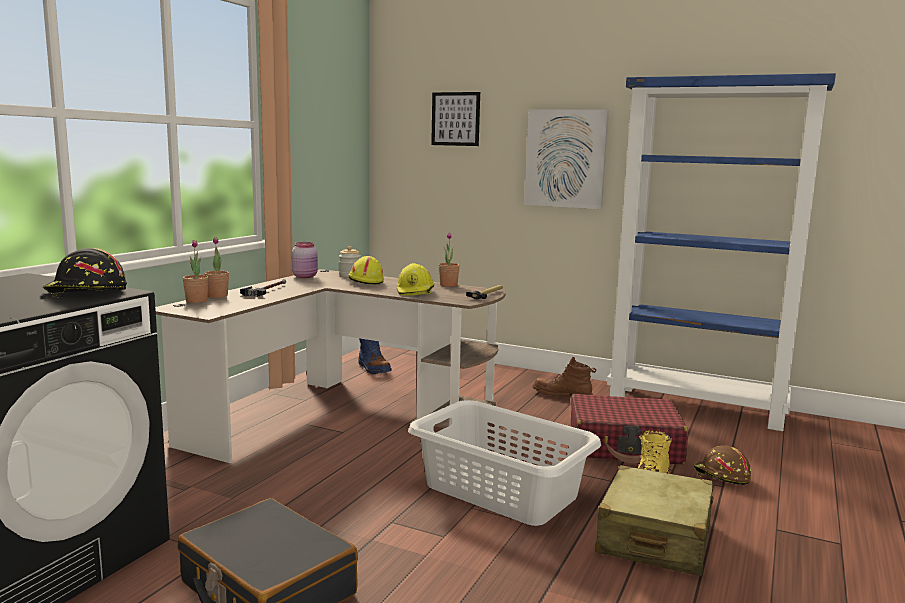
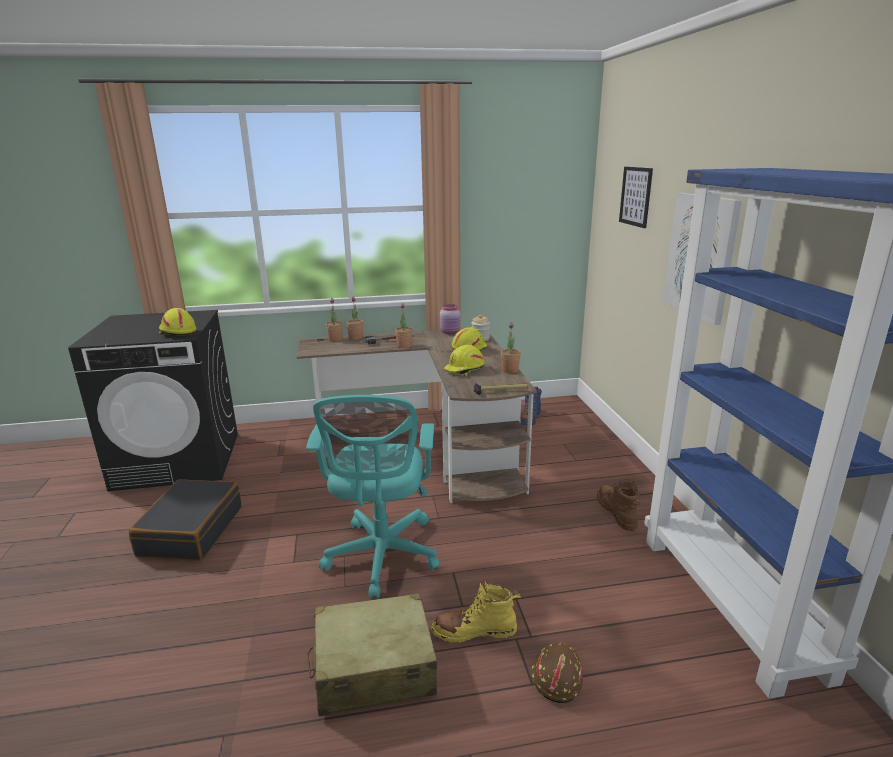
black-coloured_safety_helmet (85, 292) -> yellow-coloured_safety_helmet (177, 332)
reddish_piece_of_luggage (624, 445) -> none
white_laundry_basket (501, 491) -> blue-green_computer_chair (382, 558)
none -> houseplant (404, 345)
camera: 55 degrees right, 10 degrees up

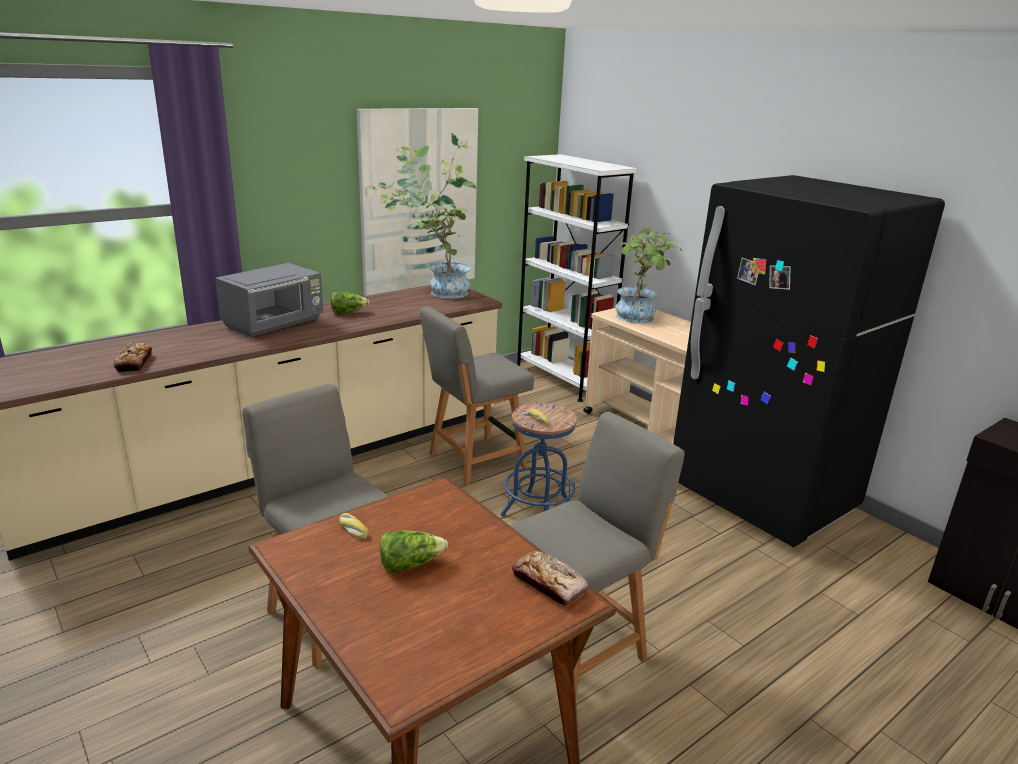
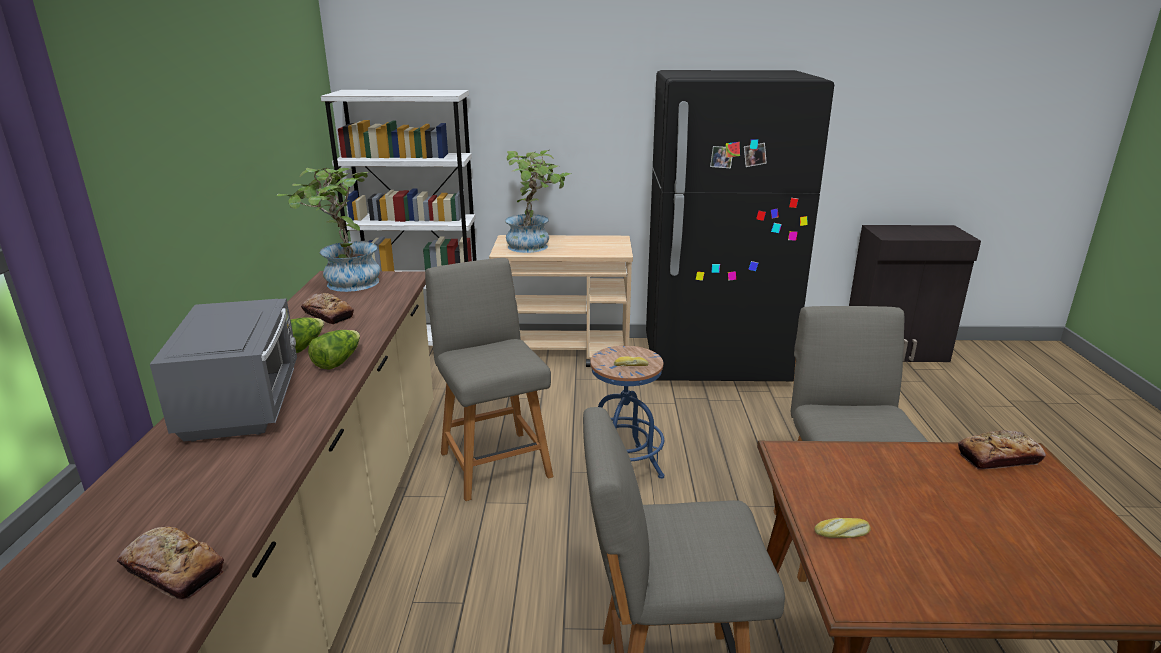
wall_art (419, 201) -> none
greyish_chair (474, 461) -> greyish_chair (494, 462), 150 degrees clockwise
lettuce (410, 564) -> lettuce (338, 361), move
none -> baked_bread (328, 315)
camera: 50 degrees left, 0 degrees up

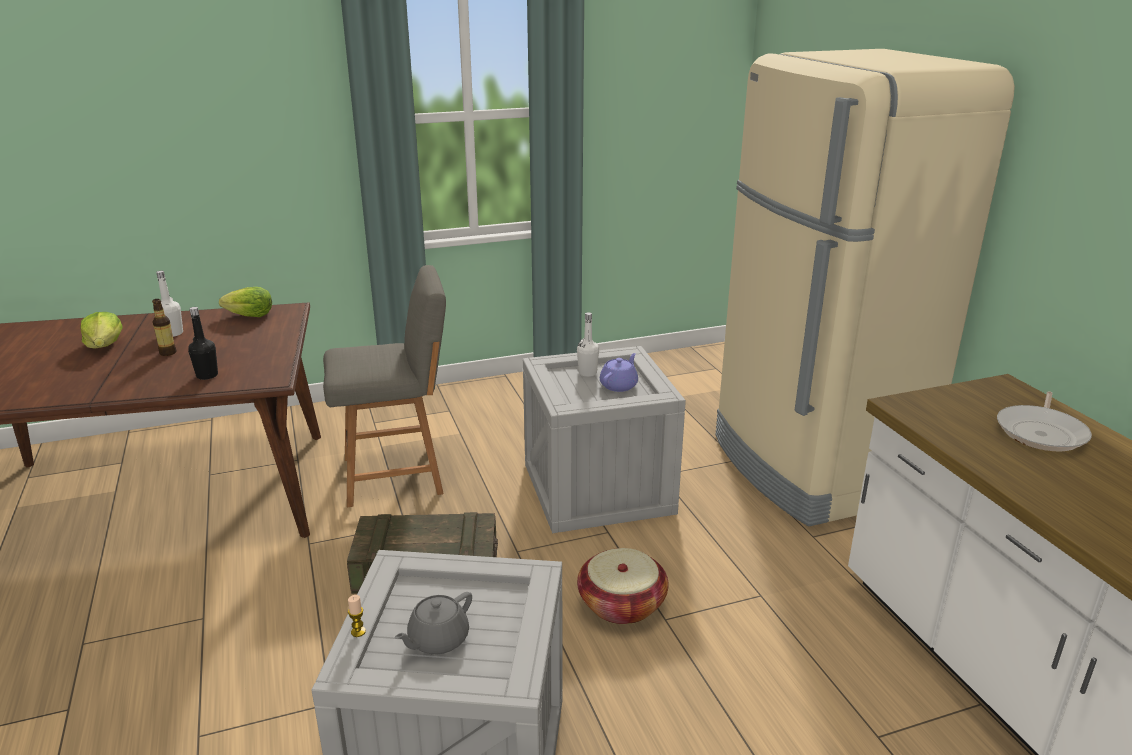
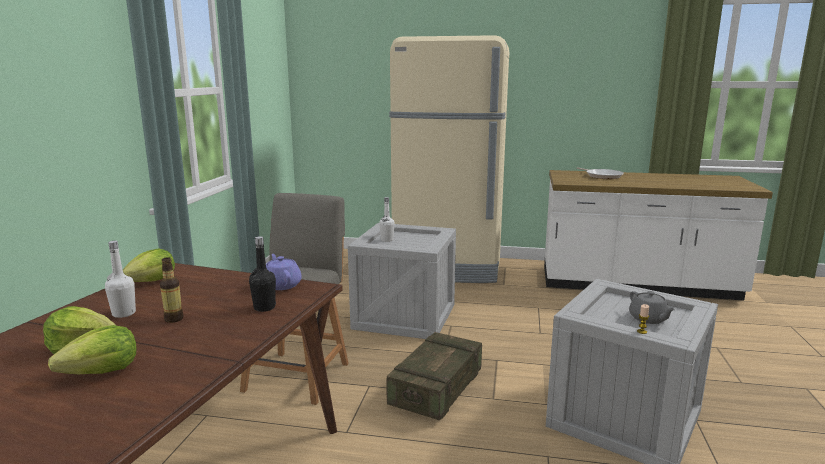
purple-coloured_tea_pot (619, 385) -> purple-coloured_tea_pot (282, 285), move
storage_basket (622, 604) -> none
none -> lettuce (102, 372)
camera: 60 degrees left, 10 degrees down

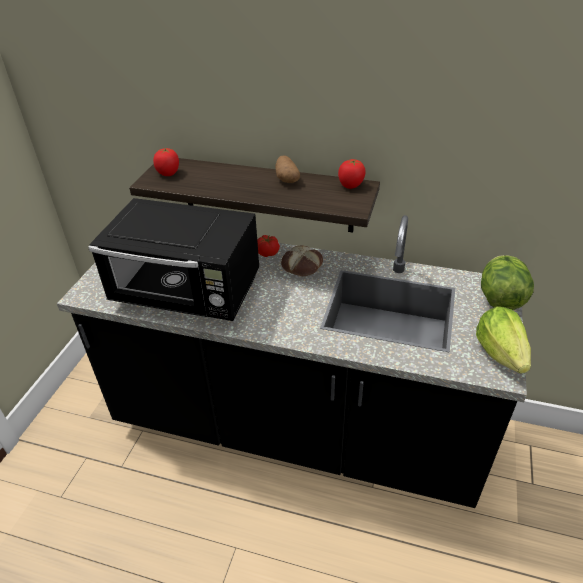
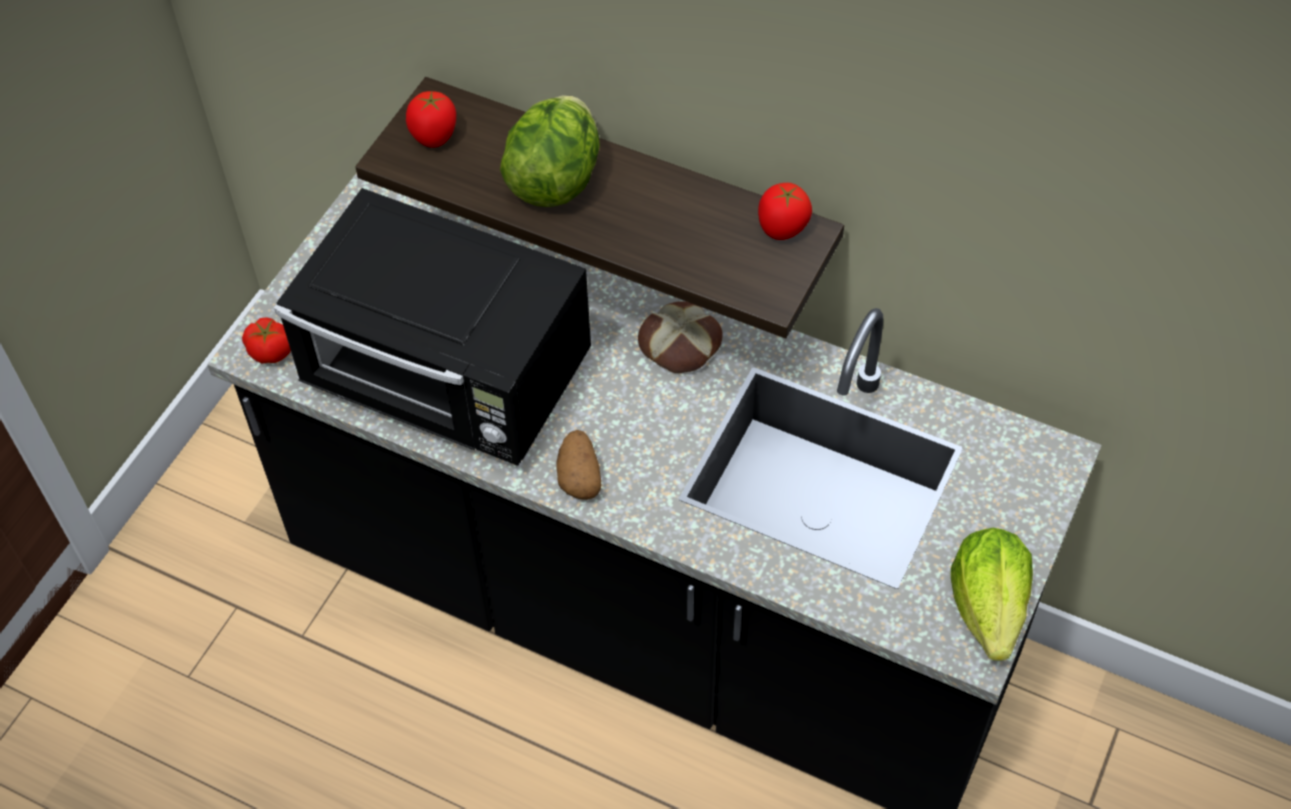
spud (286, 179) -> spud (579, 476), move
tomato (267, 253) -> tomato (271, 352), move
lettuce (500, 299) -> lettuce (554, 180), move
camera: 10 degrees right, 15 degrees up

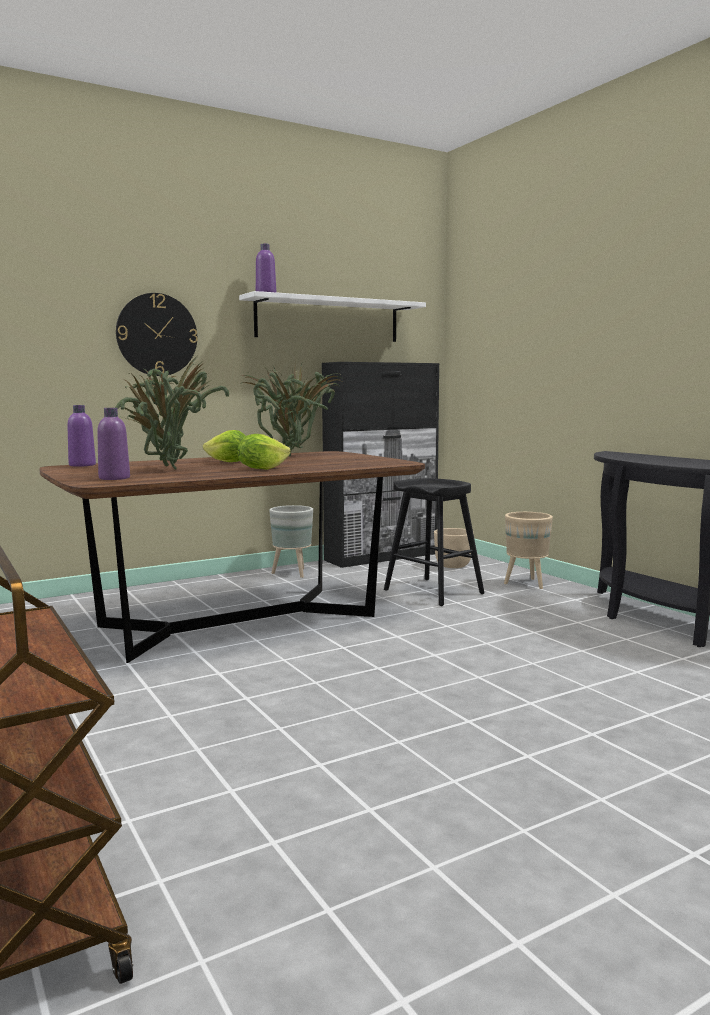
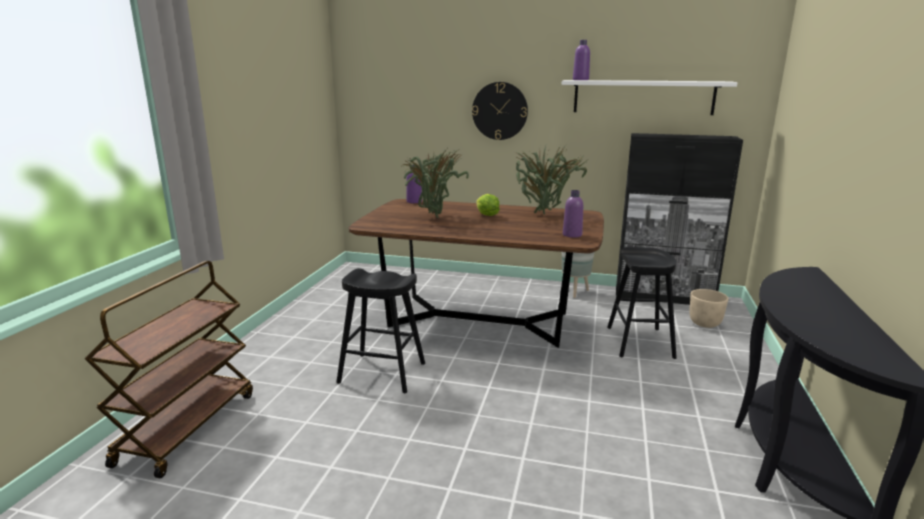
purple-coloured_bottle (114, 478) -> purple-coloured_bottle (572, 235), move
lettuce (261, 469) -> none
sand-coloured_flower_pot (527, 584) -> none
none -> black-coloured_stool (382, 373)
camera: 45 degrees right, 10 degrees up

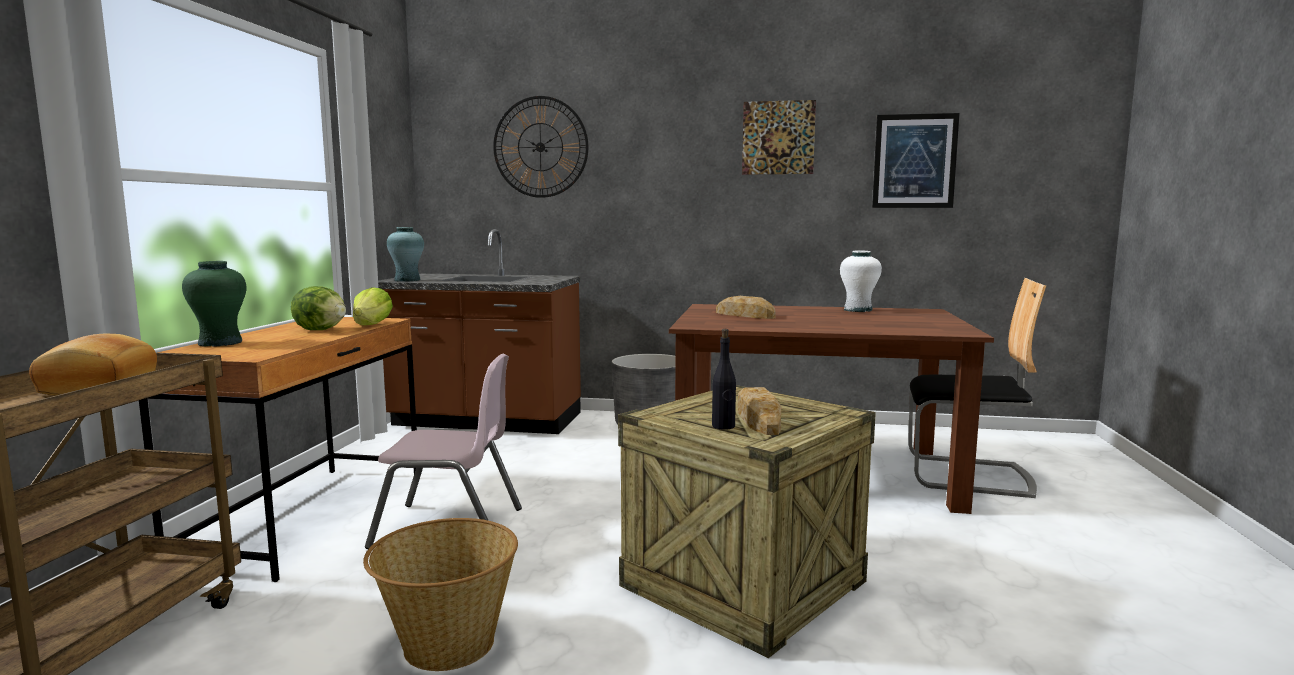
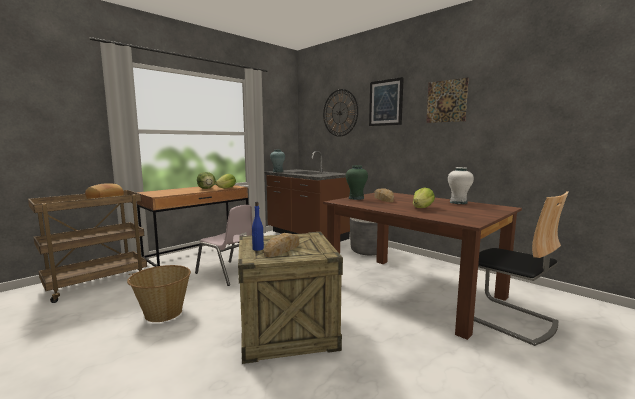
wall_art (914, 161) -> wall_art (386, 103), move
green_vase (220, 343) -> green_vase (356, 198), move
black-coloured_bottle (723, 426) -> blue_bottle (258, 249)
none -> lettuce (422, 208)
camera: 35 degrees right, 0 degrees up

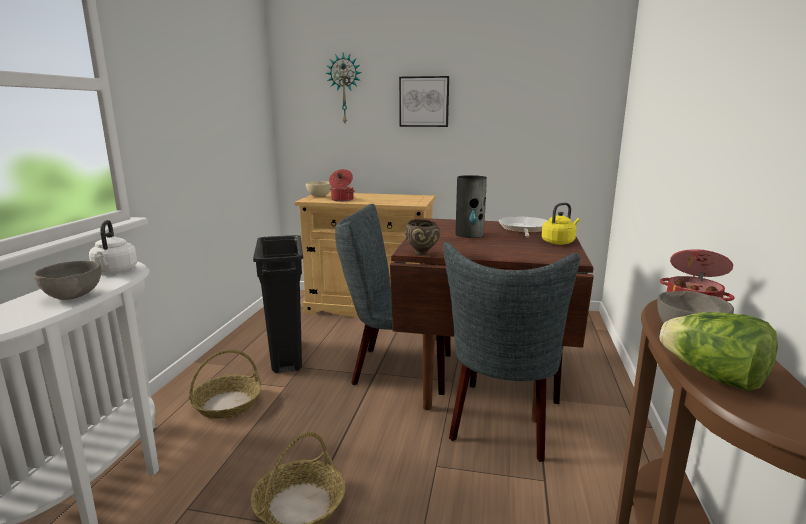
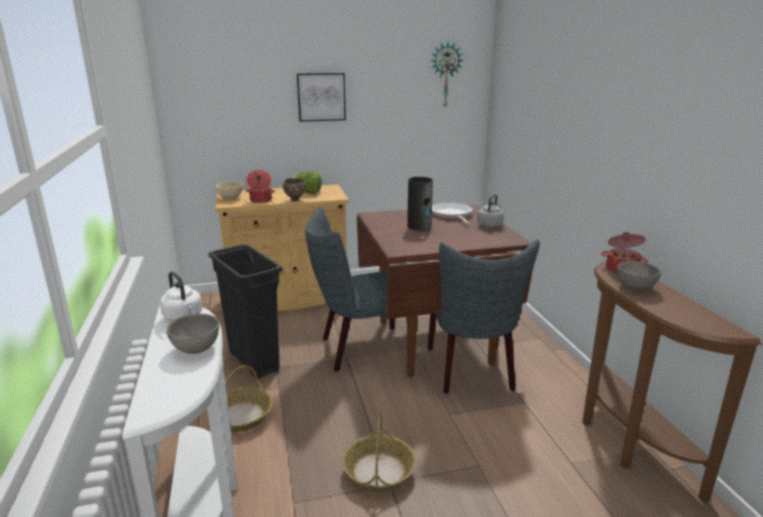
wall_clock (344, 89) -> wall_clock (445, 75), move
yellow-coloured_kettle (559, 242) -> greyish_kettle (490, 225)
brown-coloured_deep_dish (422, 254) -> brown-coloured_deep_dish (295, 200), move
lettuce (713, 377) -> lettuce (307, 192), move
camera: 25 degrees left, 5 degrees up

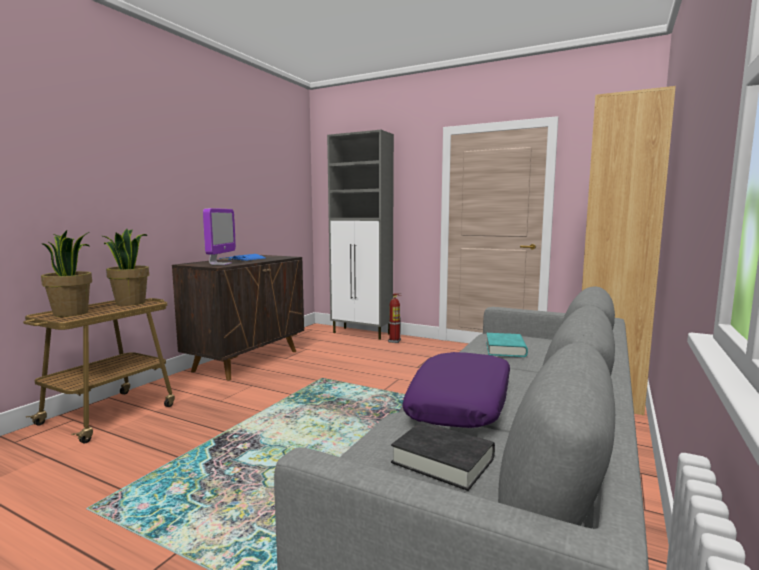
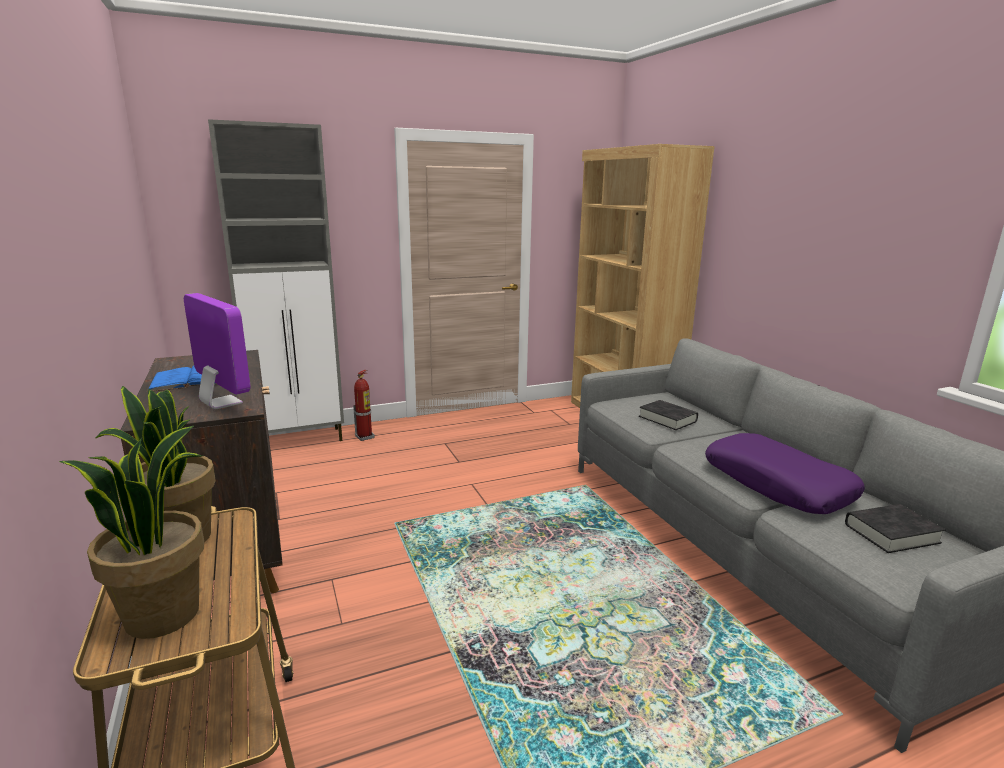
blue-green_bound_book (505, 349) -> black-coloured_bound_book (667, 419)
camera: 50 degrees left, 10 degrees up

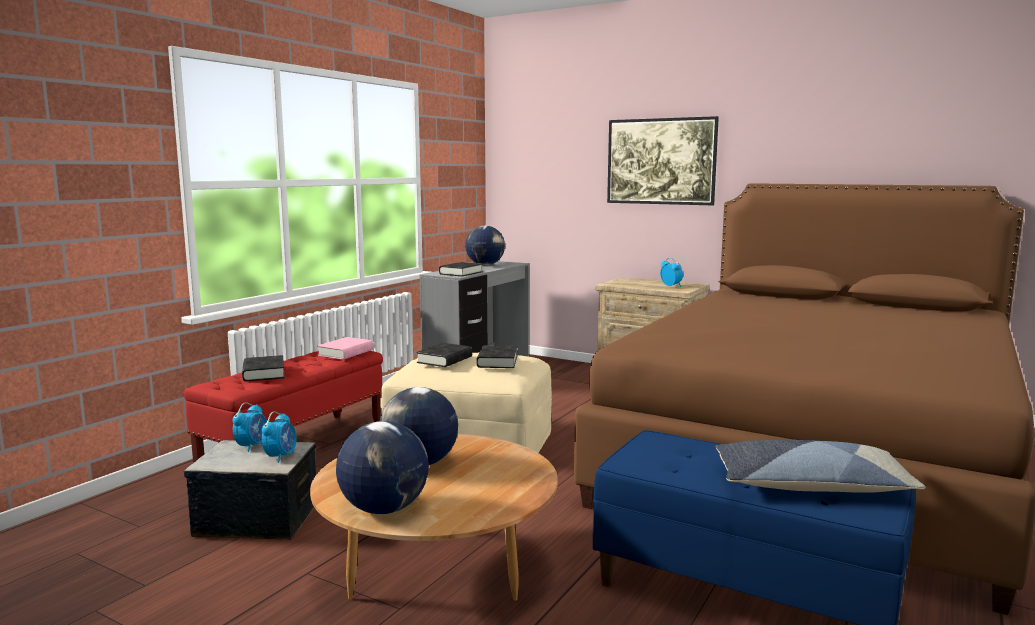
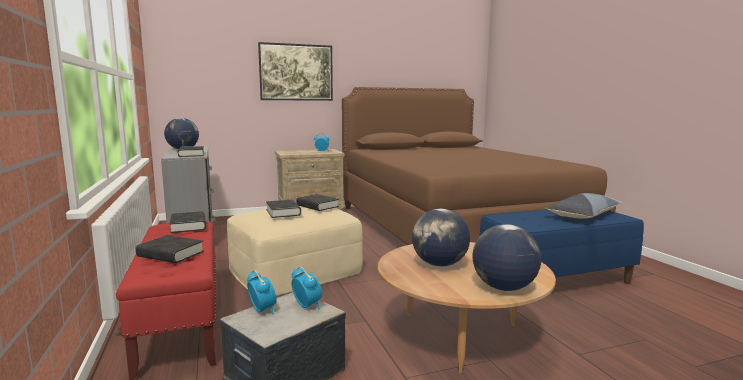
pinkish_bound_book (345, 353) -> black-coloured_bound_book (188, 226)
camera: 50 degrees left, 0 degrees up

